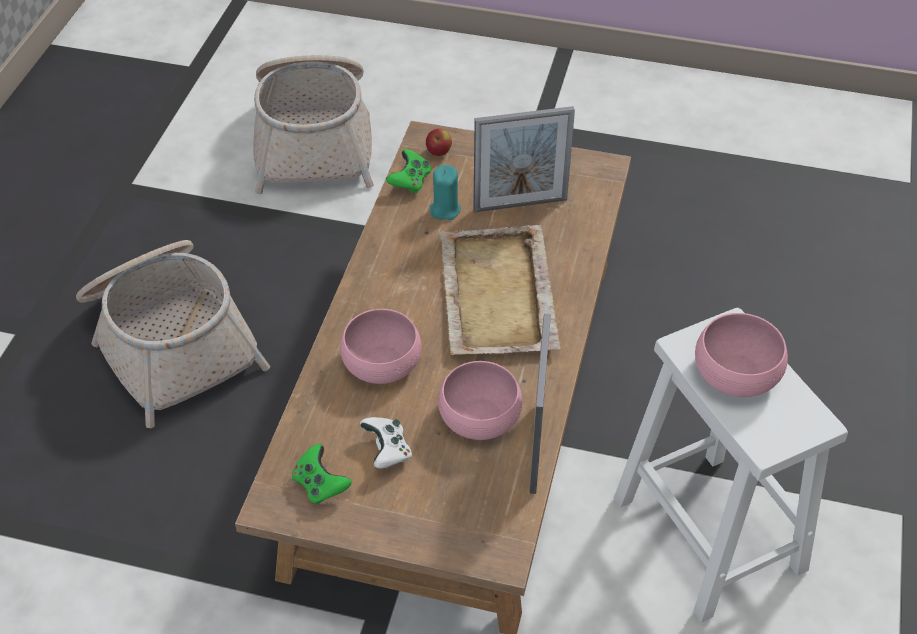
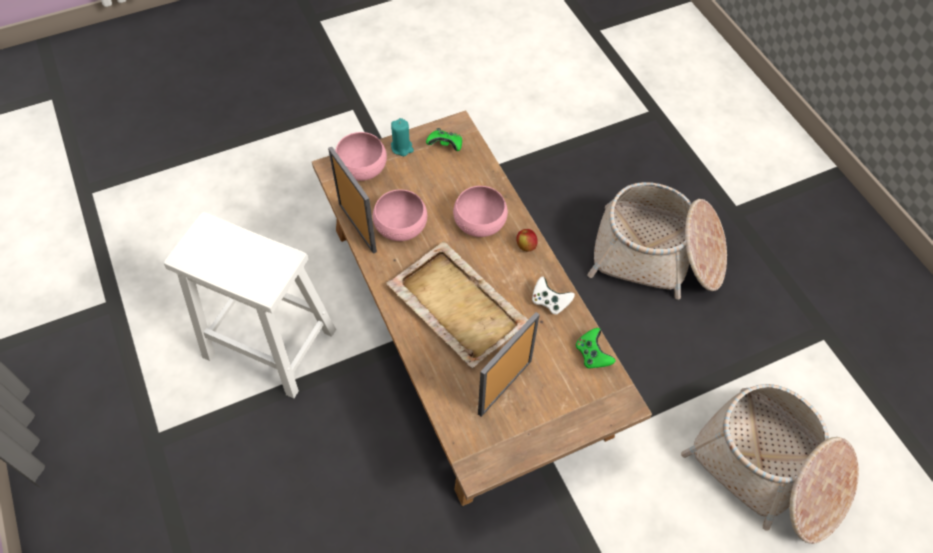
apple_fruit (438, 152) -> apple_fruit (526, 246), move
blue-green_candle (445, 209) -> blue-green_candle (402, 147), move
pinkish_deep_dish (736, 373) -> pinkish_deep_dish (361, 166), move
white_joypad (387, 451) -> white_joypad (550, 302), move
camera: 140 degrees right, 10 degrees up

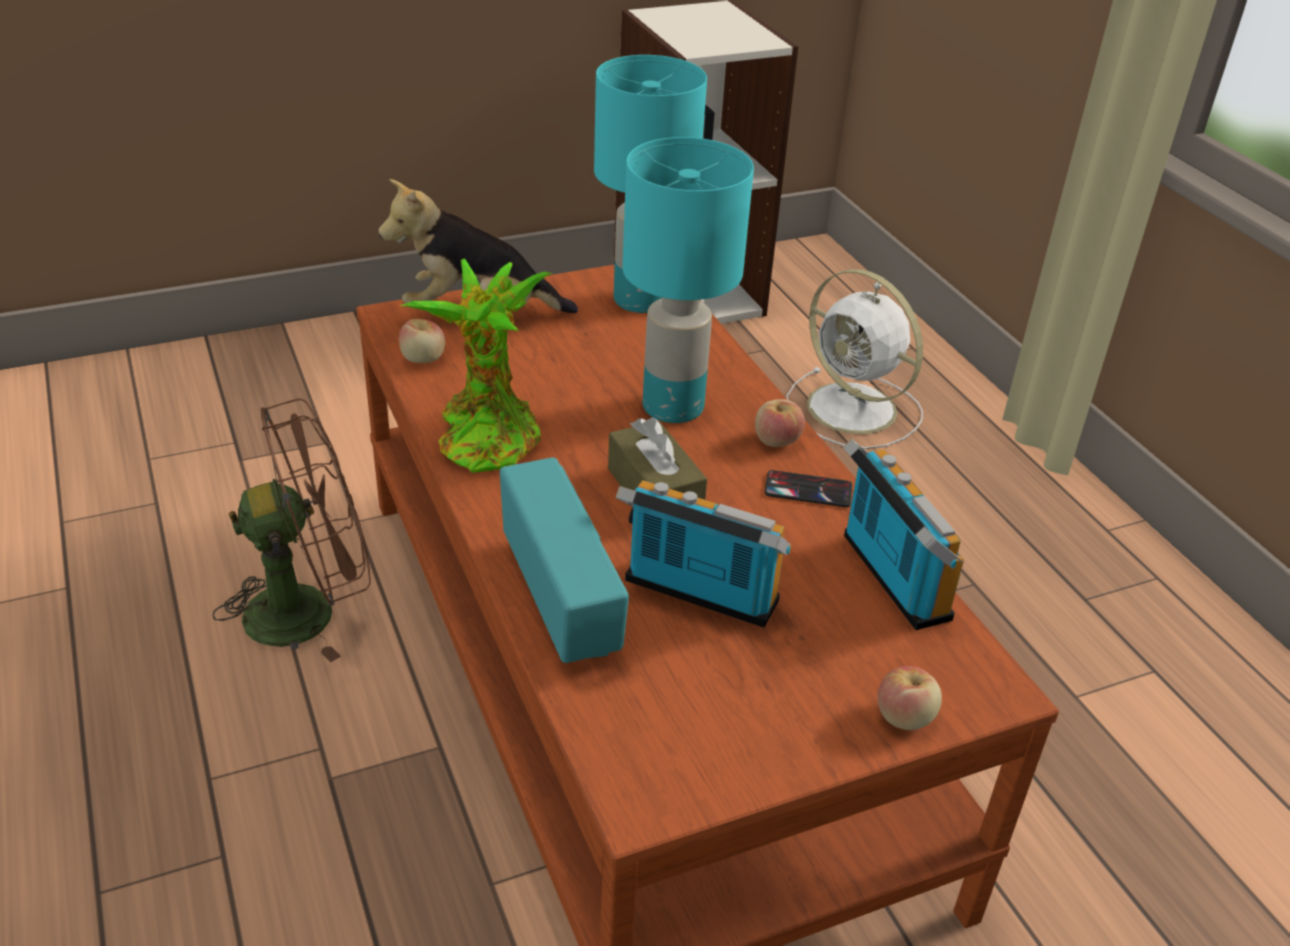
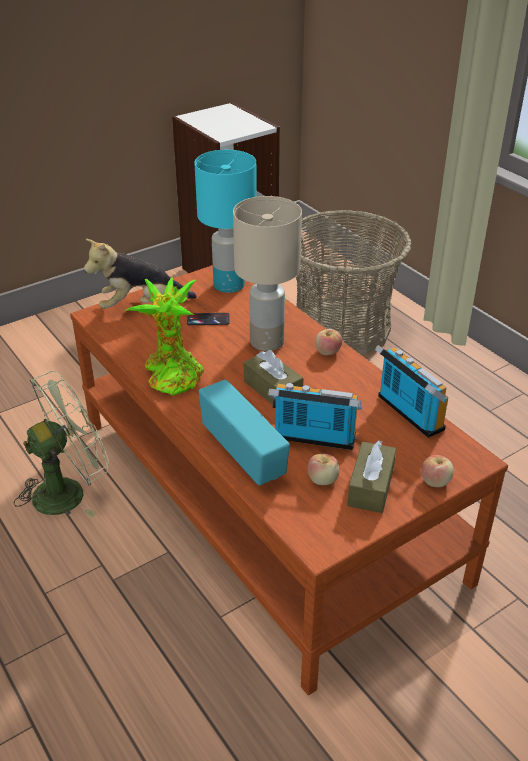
blue-green_tabletop_lamp (675, 407) -> sand-coloured_tabletop_lamp (268, 342)
white_fan (855, 410) -> storage_basket (342, 327)
apple_fruit (423, 359) -> apple_fruit (323, 480), move
brown-coloured_fan (309, 609) -> green_fan (69, 491)
phone (808, 490) -> phone (208, 319), move
none -> brown-coloured_box_of_tissues (370, 487)
camera: 10 degrees left, 0 degrees up

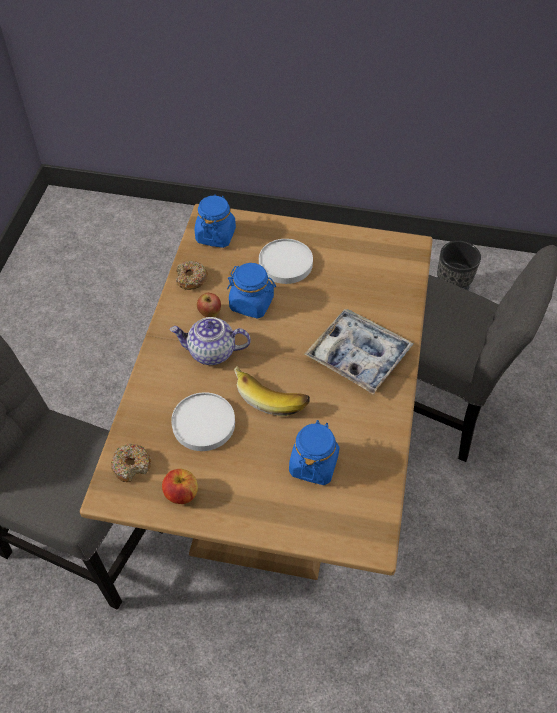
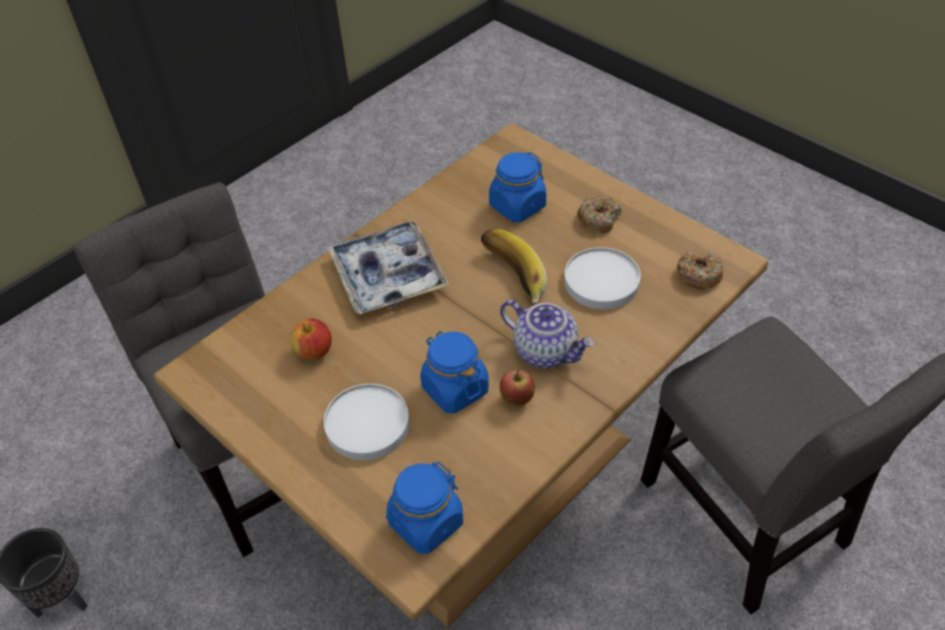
ring_doughnut (191, 279) -> ring_doughnut (599, 219), move
apple_fruit (181, 494) -> apple_fruit (314, 352), move
camera: 145 degrees left, 5 degrees down

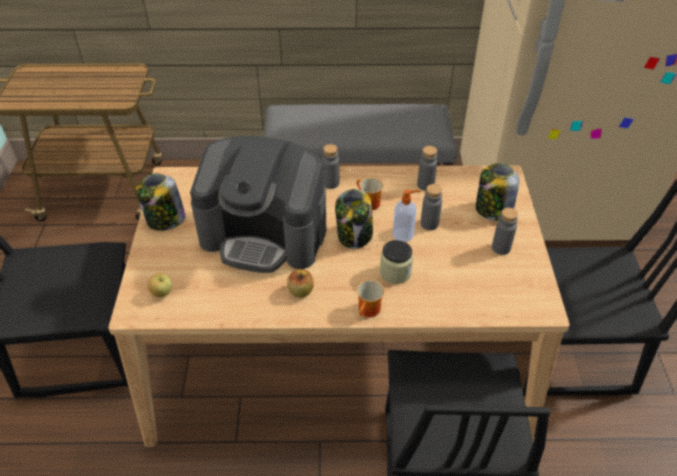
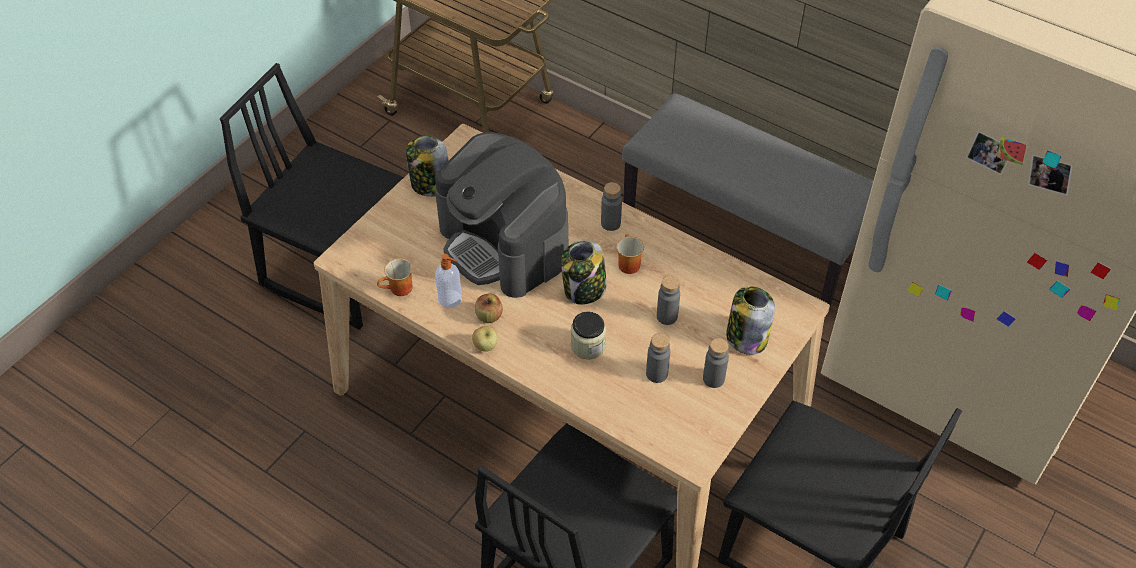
greyish_bottle (425, 185) -> greyish_bottle (656, 374), move
liquid_soap_bottle (403, 234) -> liquid_soap_bottle (451, 299), move
apple_fruit (162, 293) -> apple_fruit (485, 346), move
coffee_mug (369, 311) -> coffee_mug (399, 290), move
camera: 35 degrees right, 5 degrees up

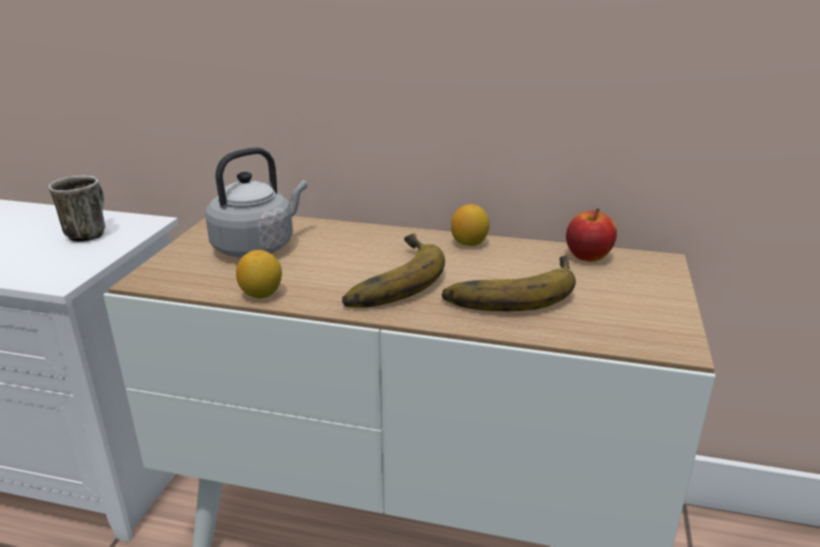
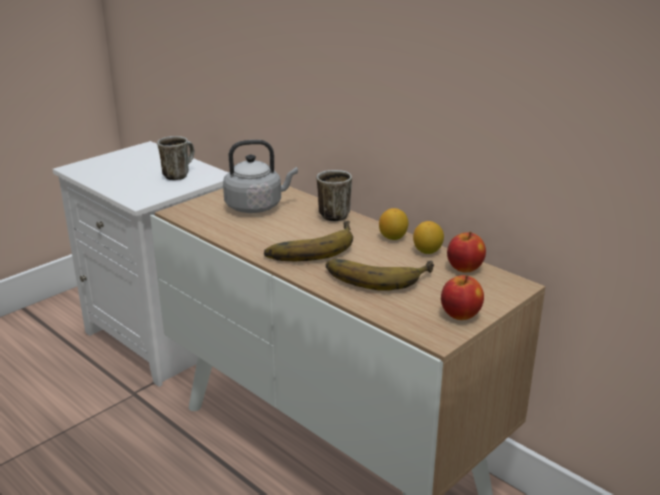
citrus_fruit (261, 294) -> citrus_fruit (427, 251), move
none -> coffee_mug (334, 214)
none -> apple_fruit (460, 315)
camera: 30 degrees right, 0 degrees up

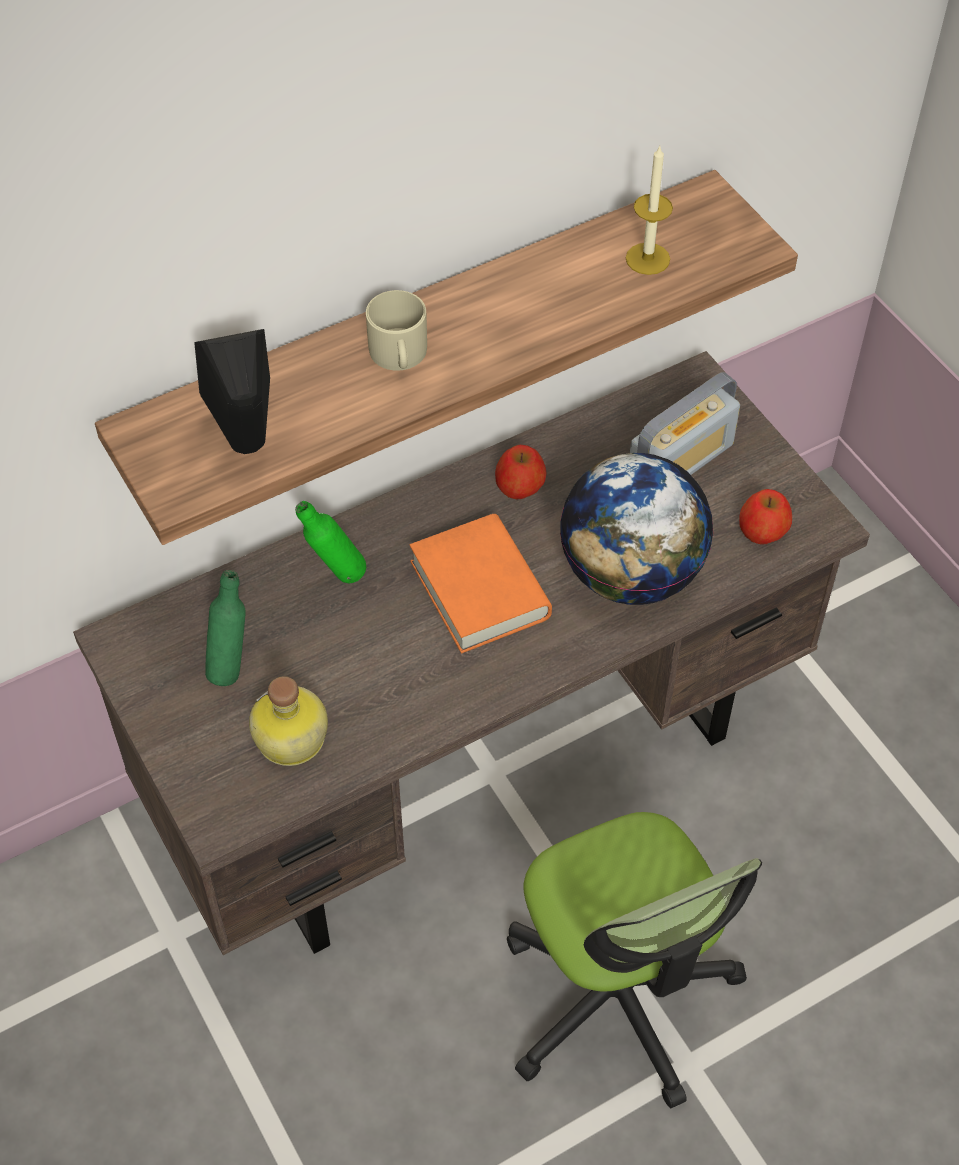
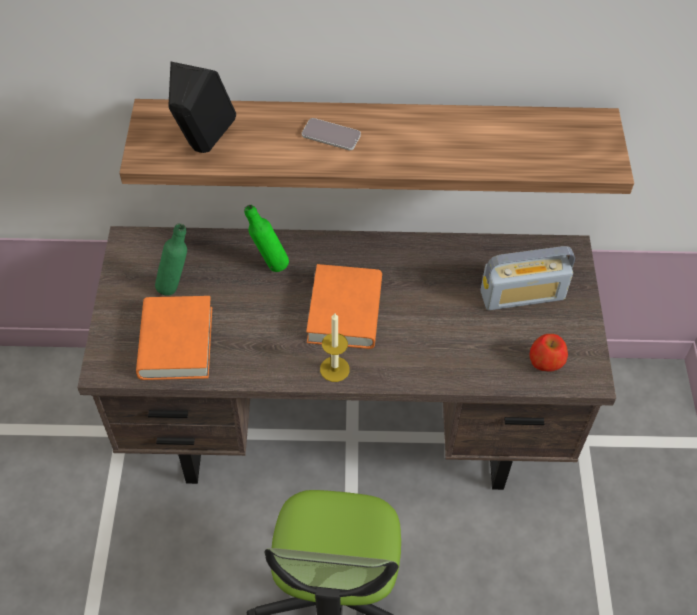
candle (647, 259) -> candle (334, 369), move
sand-coloured_coffee_mug (399, 355) -> phone (331, 135)
apple_fruit (519, 486) -> none
world_globe (630, 574) -> none
bottle (290, 740) -> orange-coloured_bound_book (176, 343)
camera: 30 degrees right, 0 degrees up

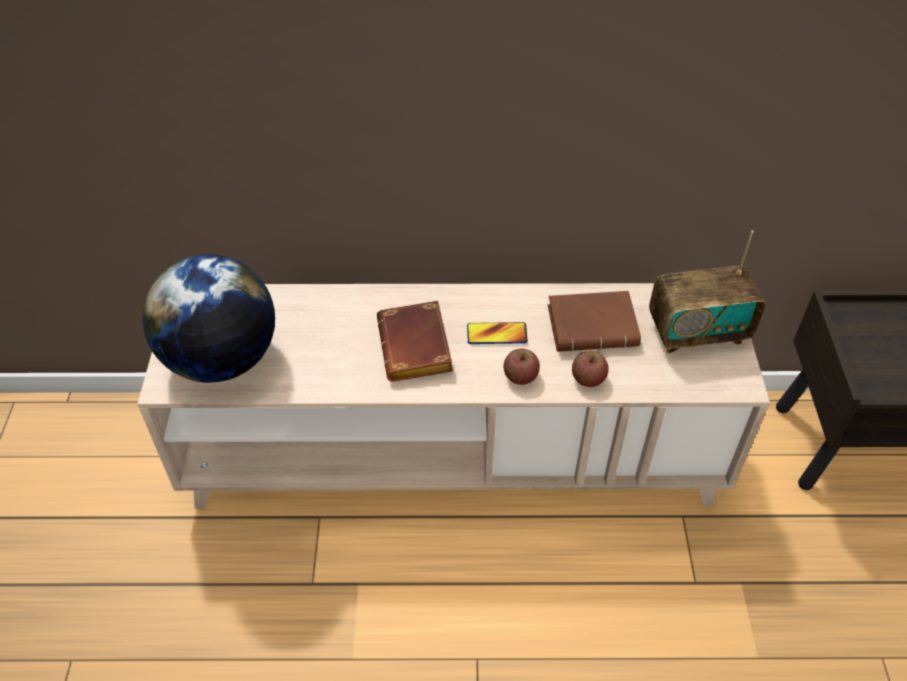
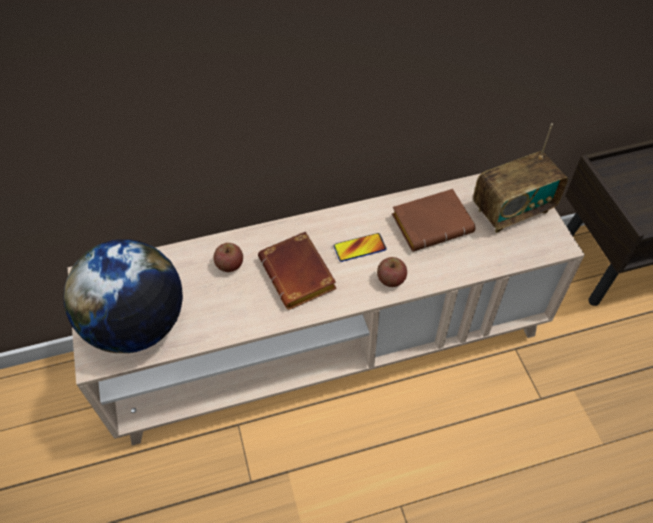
apple_fruit (588, 378) -> apple_fruit (230, 265), move
camera: 15 degrees left, 5 degrees up

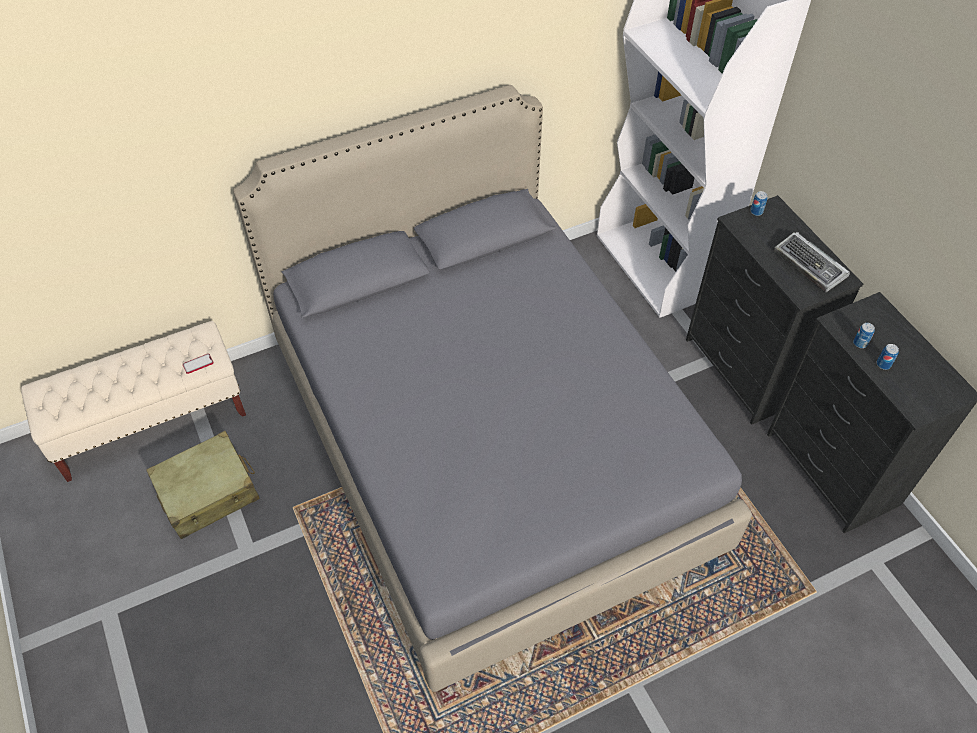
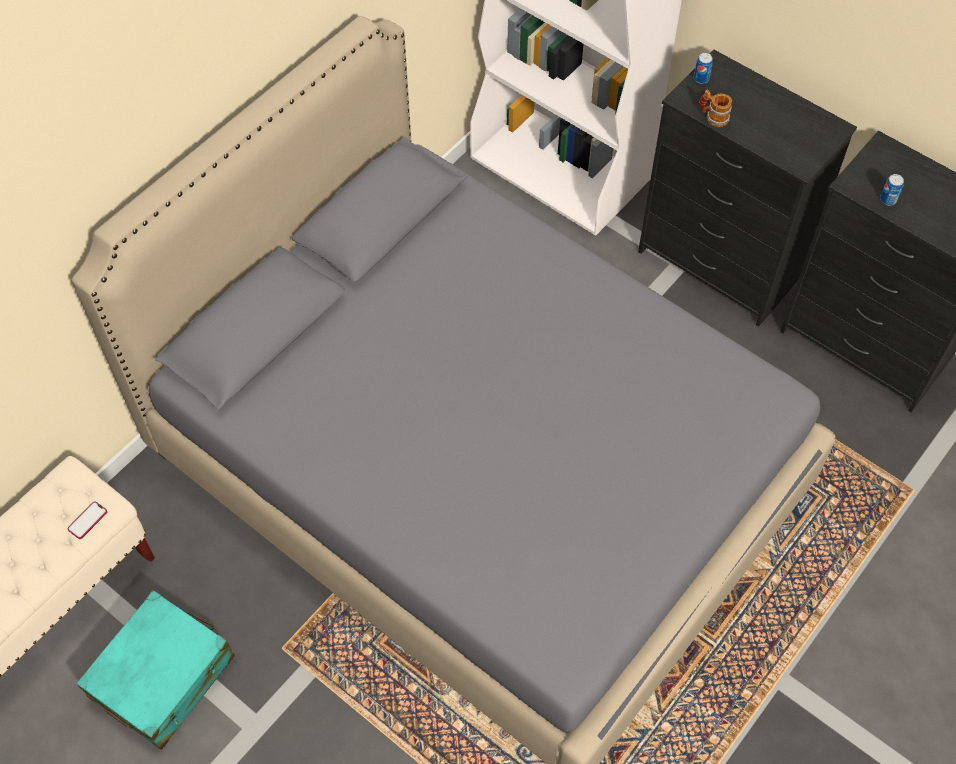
keyboard (810, 266) -> none
sealed_can (883, 364) -> none
sand-coloured_piece_of_luggage (208, 493) -> blue-green_piece_of_luggage (163, 676)
none -> coffee_mug (713, 117)
camera: 25 degrees left, 5 degrees up

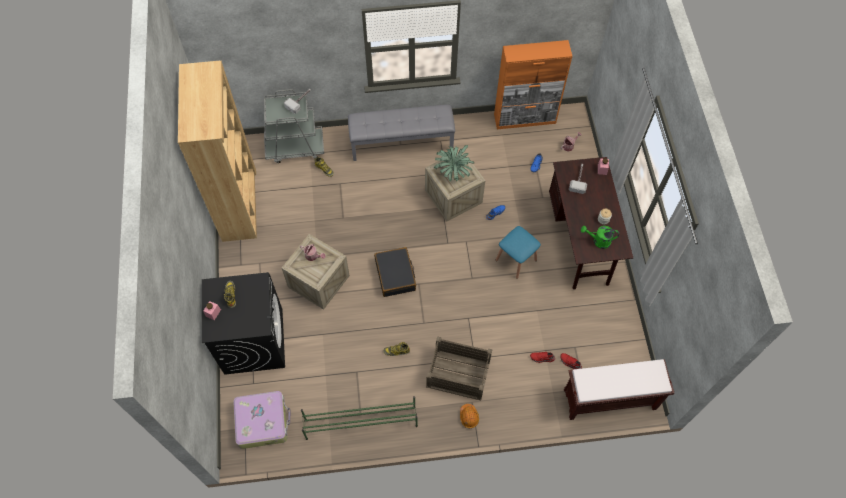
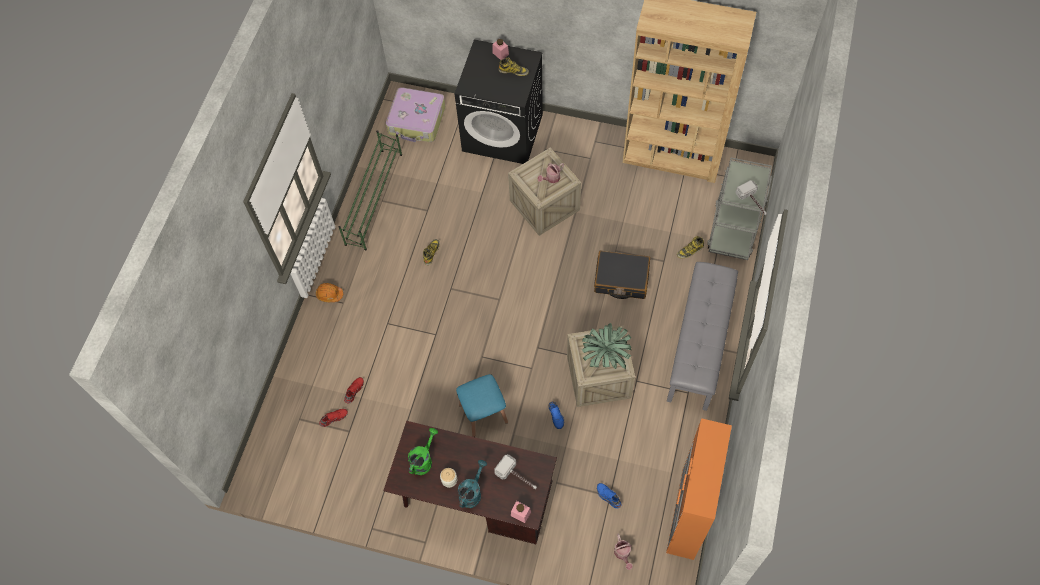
black-coloured_piece_of_luggage (395, 275) -> black-coloured_piece_of_luggage (621, 279), move
packing_crate (458, 372) -> none
brown-coloured_bench (608, 400) -> none
none -> blue-green_watering_pot (472, 492)
camera: 115 degrees right, 0 degrees up

